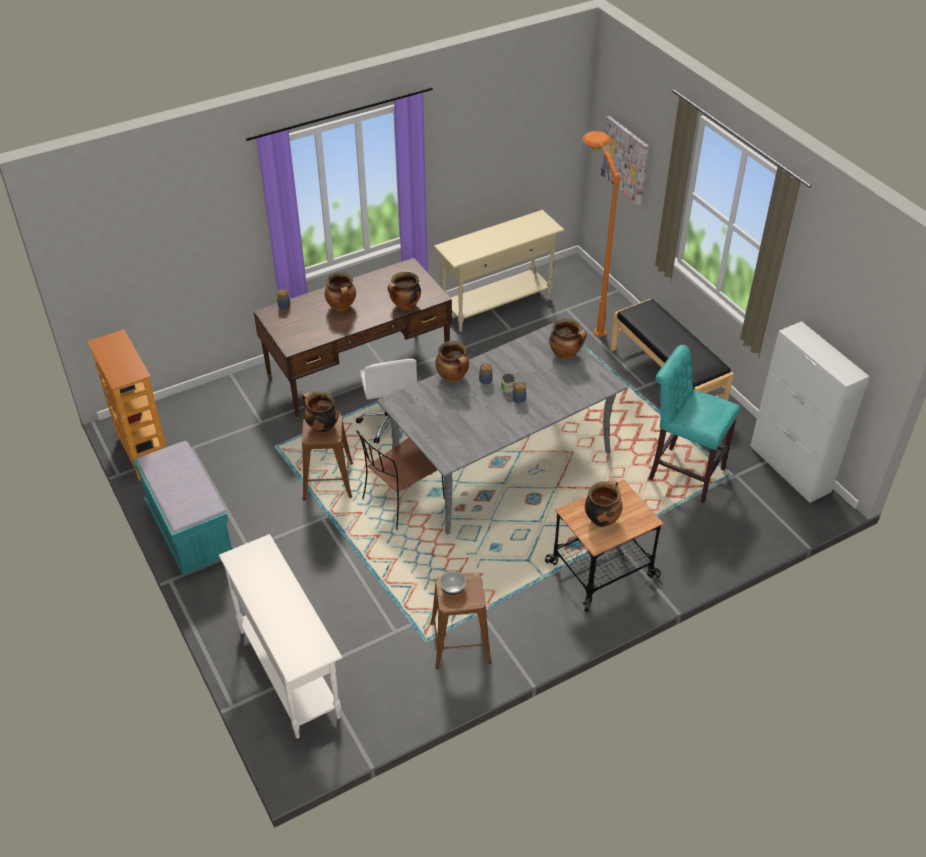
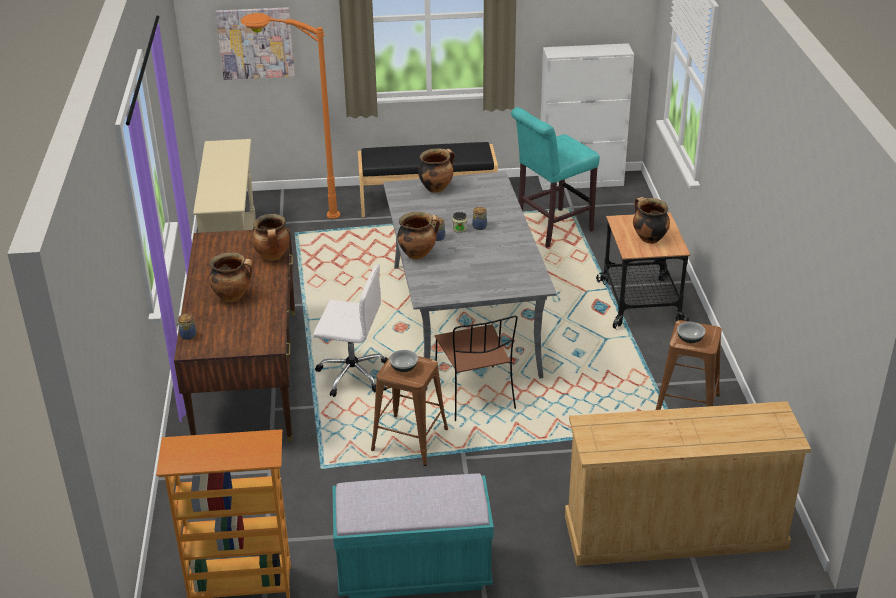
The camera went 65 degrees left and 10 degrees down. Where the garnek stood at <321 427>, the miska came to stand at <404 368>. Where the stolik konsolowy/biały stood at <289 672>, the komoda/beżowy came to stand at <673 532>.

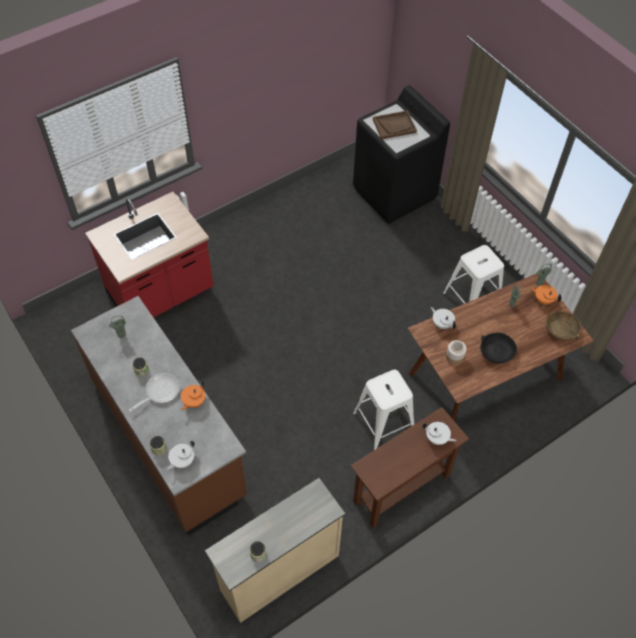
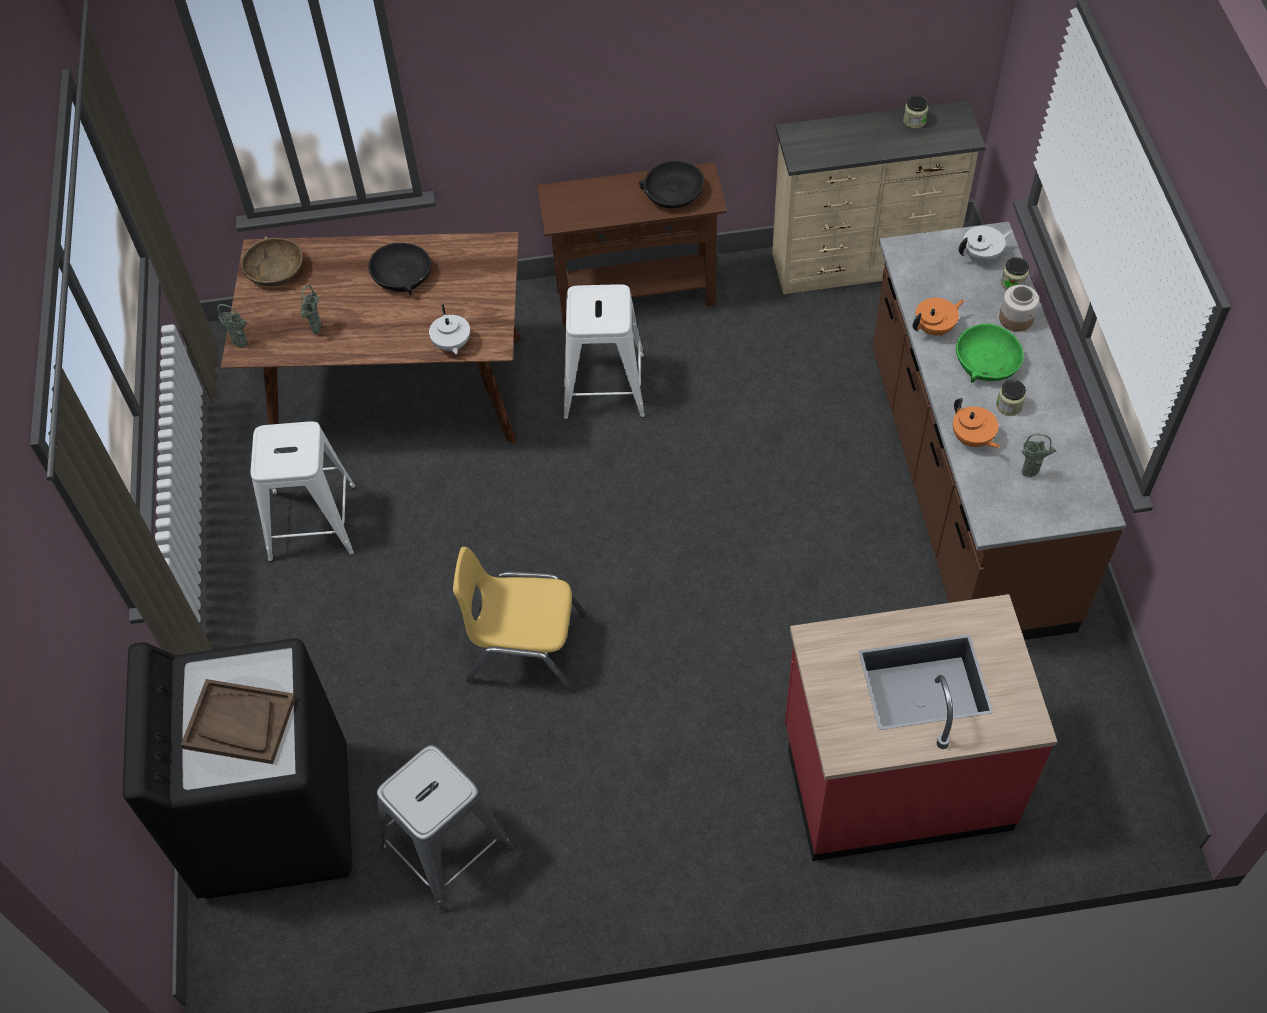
The camera went 150 degrees left and 0 degrees up. The imbryk/pomarańczowy ended up elsewhere, having gone from <543 299> to <972 439>. The słoik ended up elsewhere, having gone from <454 356> to <1016 319>. Where the patelnia stood at <160 392>, the miska/zielony came to stand at <987 362>. The second view lost the imbryk/biały at <437 438>. The second view gained the miska/czarny at <673 193>. The second view gained the krzesło/żółty at <526 648>. The second view gained the stołek/szary at <447 849>.

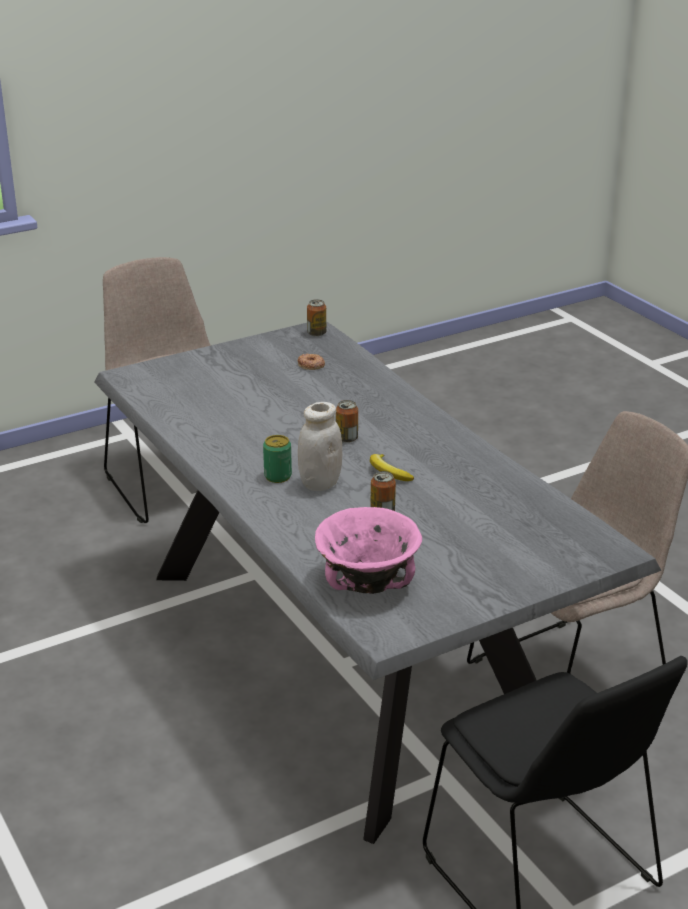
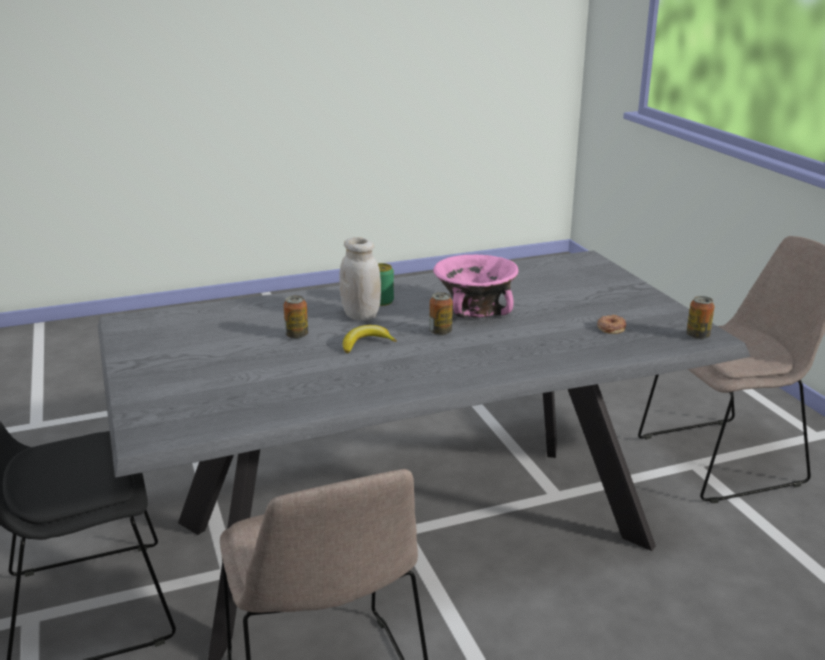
The camera went 100 degrees right and 5 degrees down. The miska/różowy ended up elsewhere, having gone from <367 581> to <475 310>.

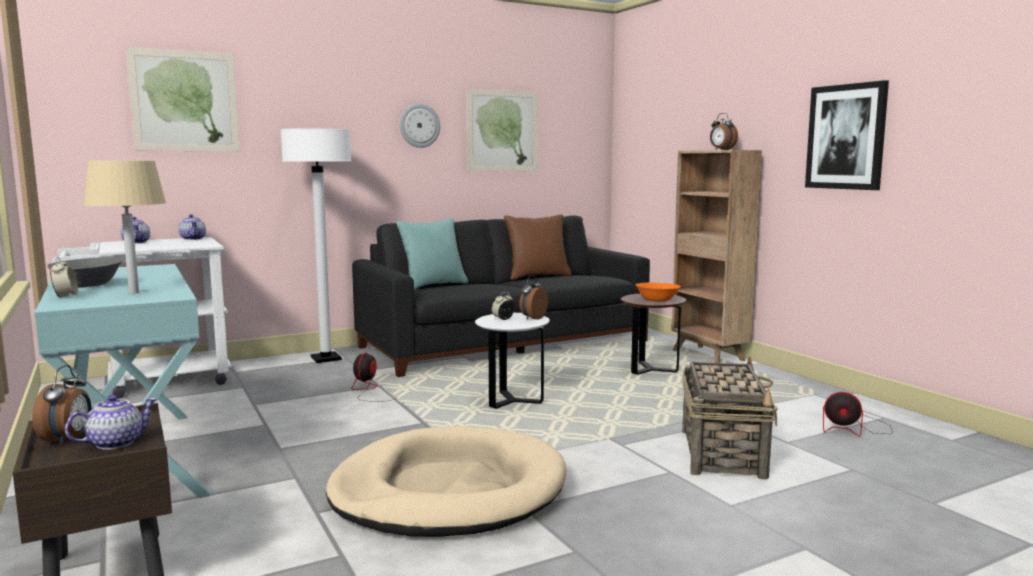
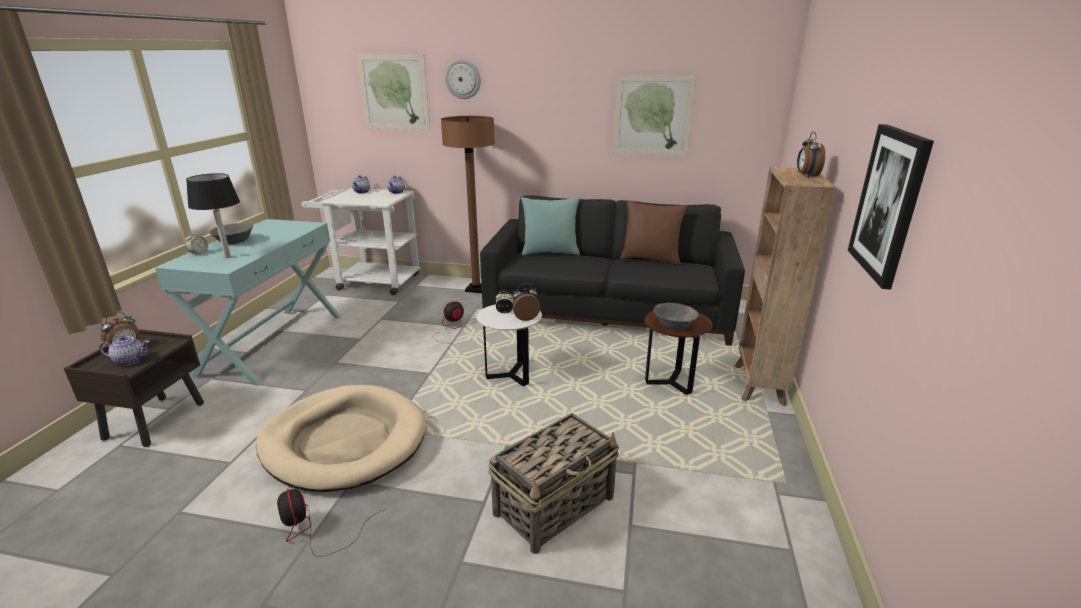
The camera went 40 degrees right and 15 degrees up. The zegar ścienny ended up elsewhere, having gone from <419 125> to <463 79>. What was the lampa stojąca/biały at <326 359> turned into the lampa stojąca/brązowy at <476 289>. What was the lampa stołowa/beżowy at <133 292> turned into the lampa stołowa/czarny at <227 257>. What was the miska/pomarańczowy at <657 301> turned into the miska/szary at <673 325>. The wentylator ended up elsewhere, having gone from <853 429> to <313 530>.

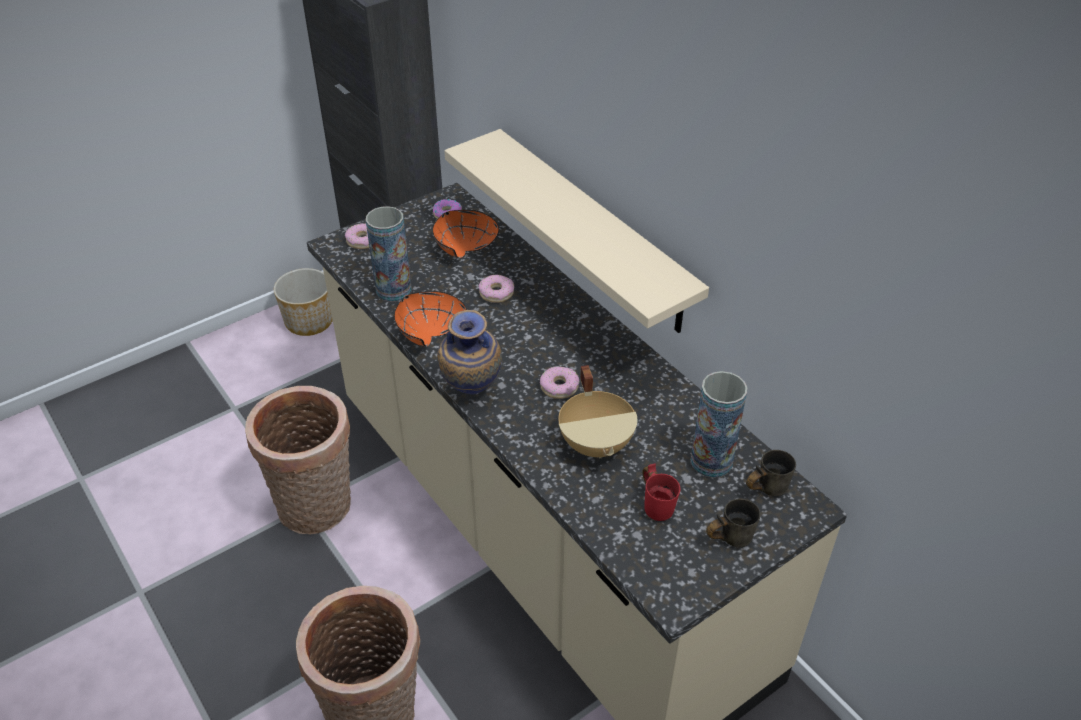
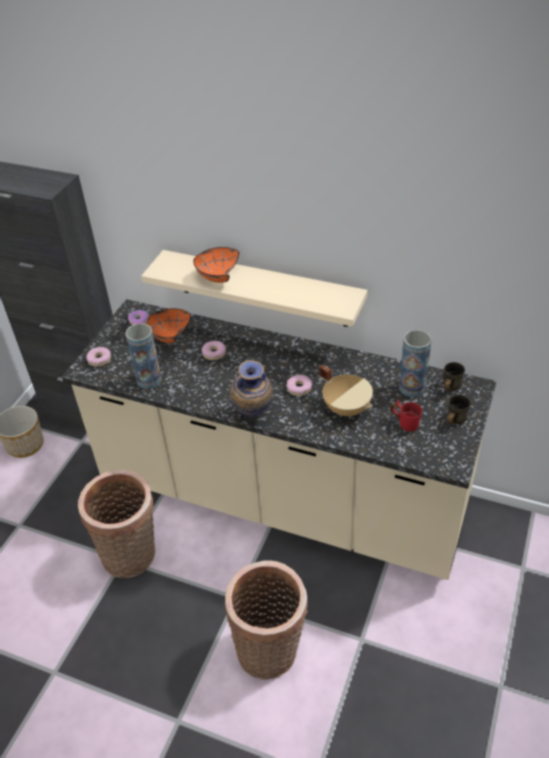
The camera went 30 degrees left and 0 degrees up. The miska/pomarańczowy ended up elsewhere, having gone from <426 333> to <216 277>.

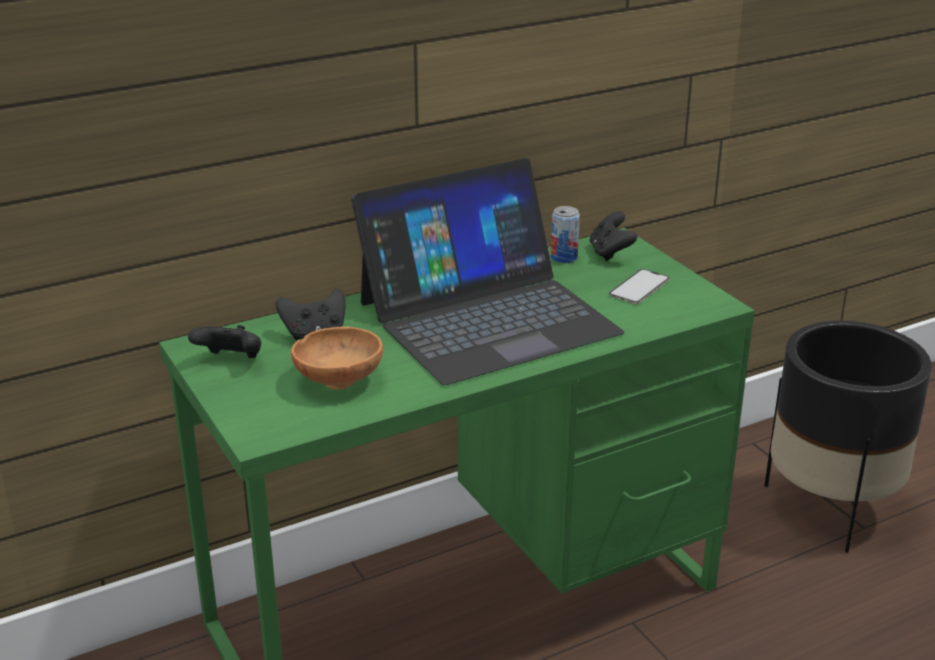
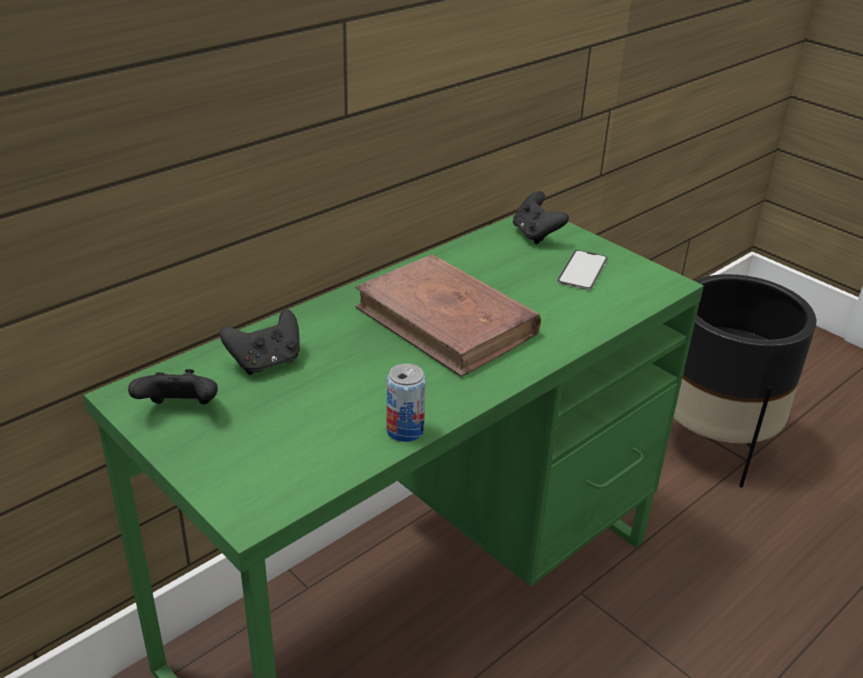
The camera went 15 degrees left and 5 degrees up. Where the laptop stood at <487 317>, the książka/brązowy came to stand at <446 321>. The puszka ended up elsewhere, having gone from <564 258> to <405 430>. The second view lost the miska/brązowy at <339 379>.

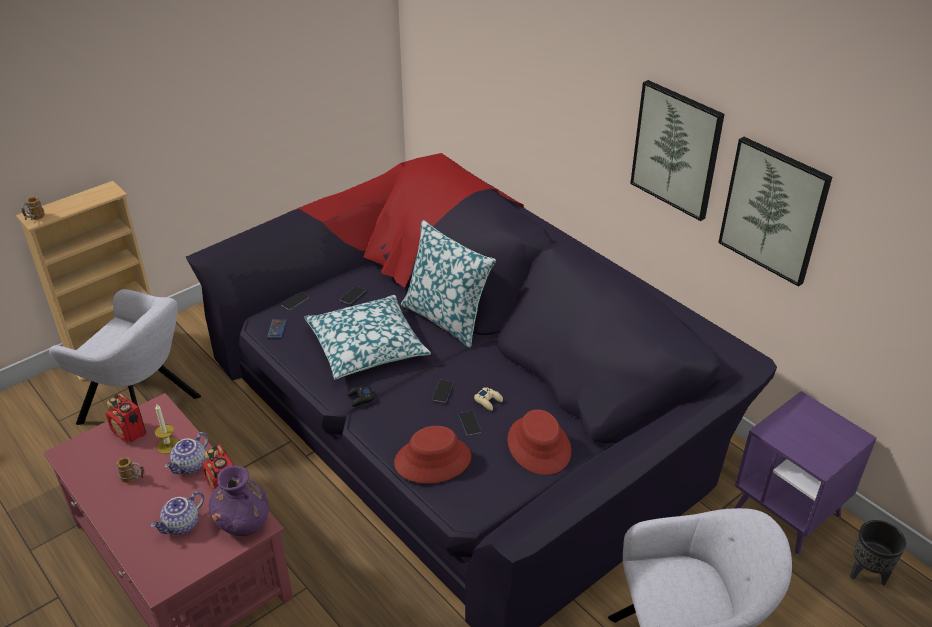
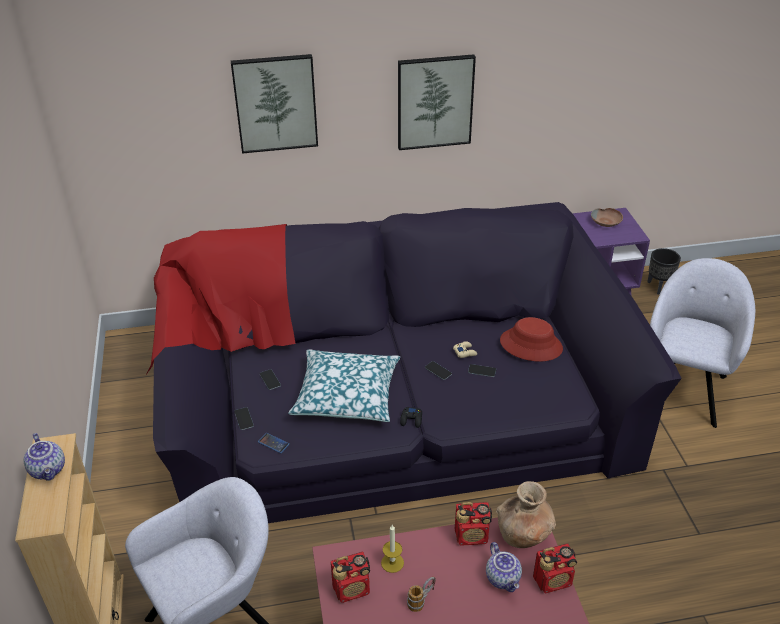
The camera went 60 degrees left and 0 degrees up. The obraz ended up elsewhere, having gone from <774 210> to <275 103>. The second view lost the kubek at <34 219>. The second view lost the poduszka at <446 318>. The second view lost the kapelusz/czerwony at <432 460>. The imbryk ended up elsewhere, having gone from <191 466> to <49 469>. What was the wazon/fioletowy at <243 523> turned into the wazon/brązowy at <524 534>. The second view gained the miska/brązowy at <606 222>. The second view gained the radio at <553 581>.

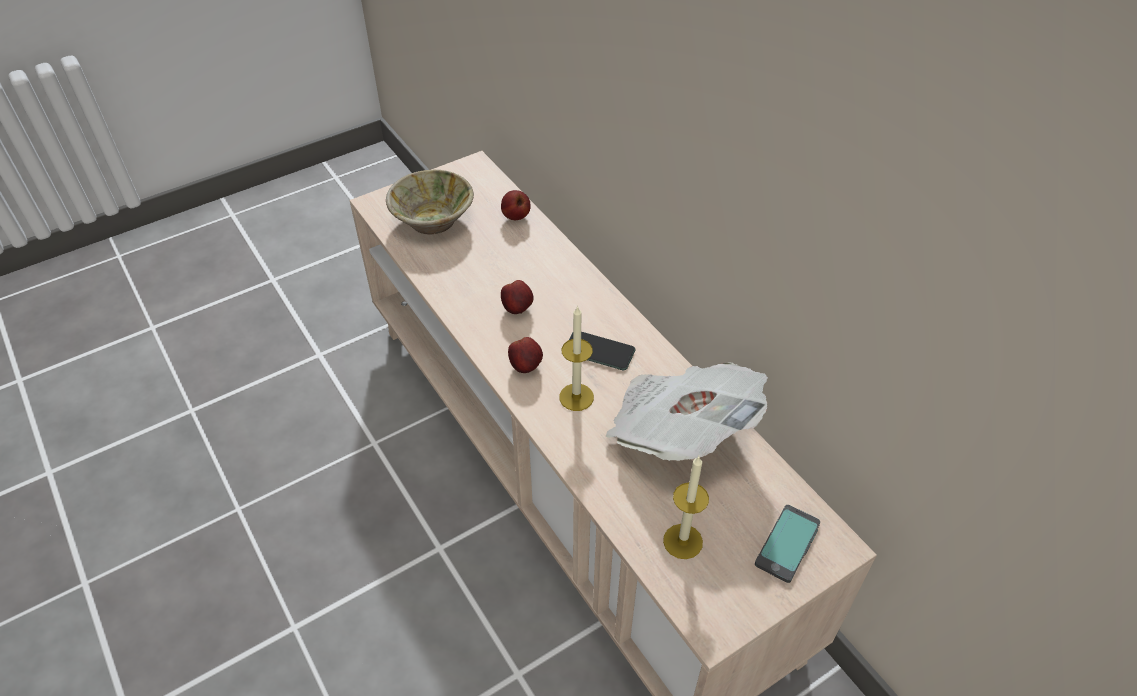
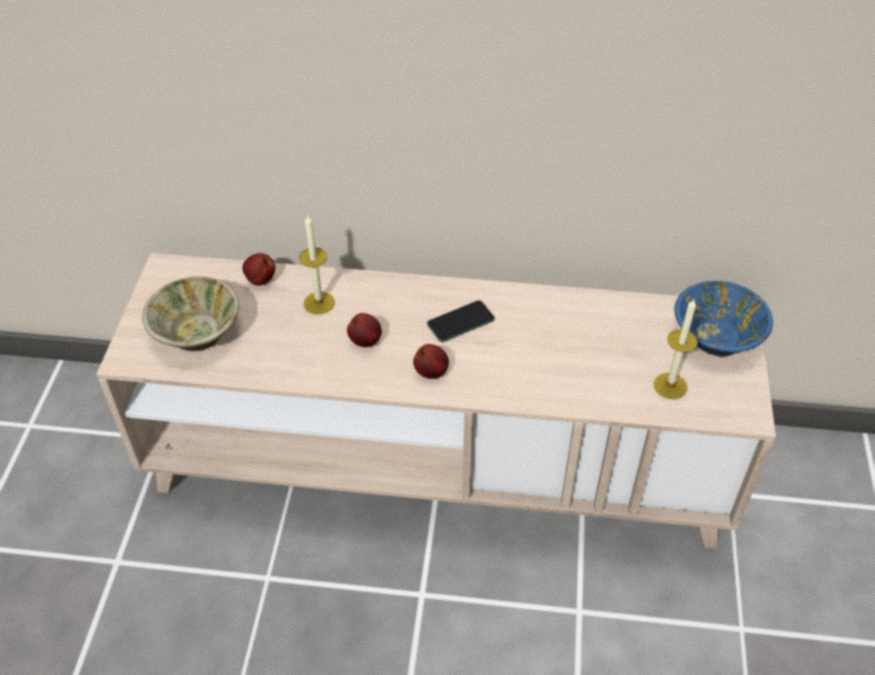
The camera went 50 degrees left and 0 degrees up. The świeca ended up elsewhere, having gone from <576 397> to <319 303>. The second view lost the gazeta at <679 430>. Where the telefon stood at <788 544>, the miska/niebieski came to stand at <716 336>.

